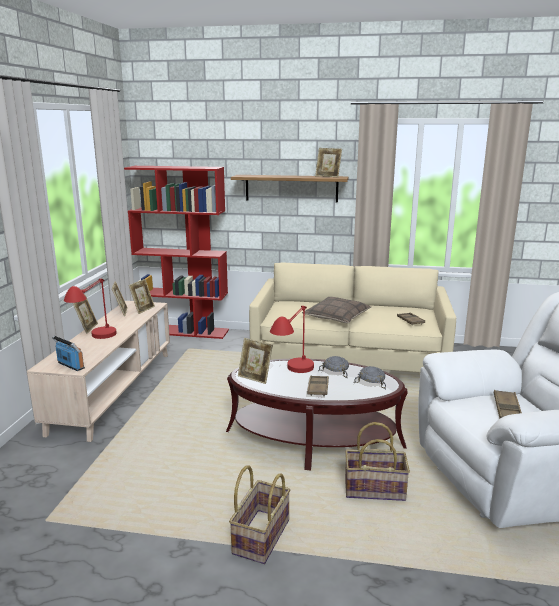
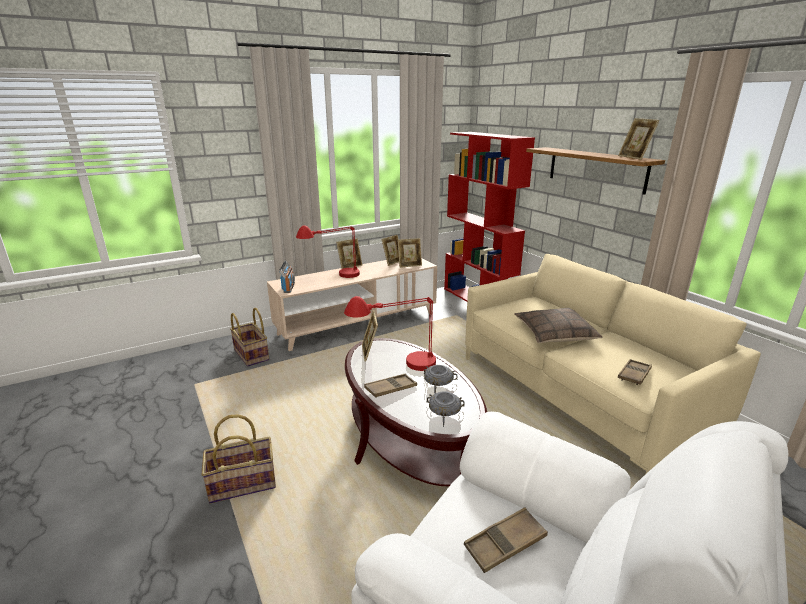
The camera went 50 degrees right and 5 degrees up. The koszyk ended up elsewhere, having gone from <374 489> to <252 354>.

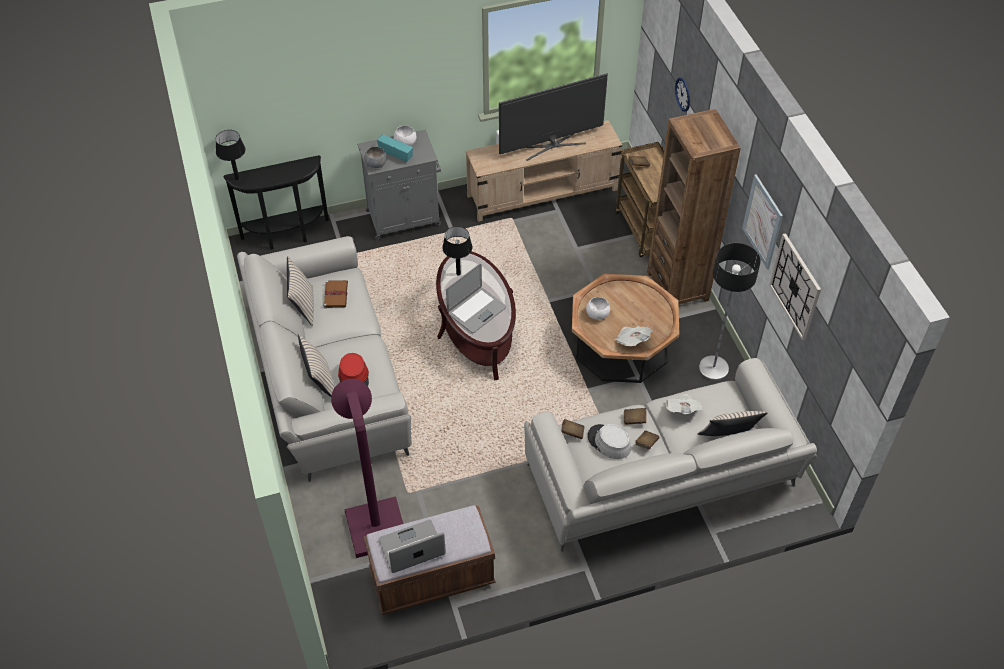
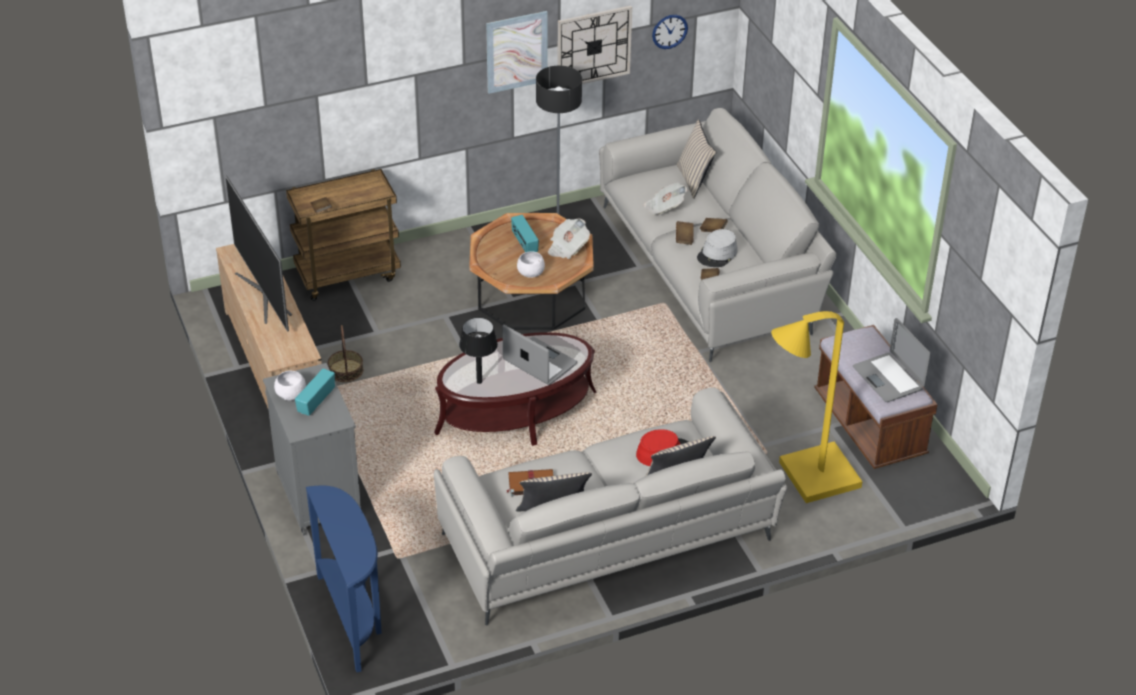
The camera went 95 degrees left and 10 degrees down. The zegar ścienny ended up elsewhere, having gone from <683 94> to <669 31>. The second view lost the regał/brązowy at <678 286>. The second view lost the lampa stołowa/czarny at <237 178>. The second view lost the miska/szary at <376 164>. What was the stolik konsolowy/czarny at <287 236> turned into the stolik konsolowy/niebieski at <353 618>. What was the lampa stojąca/fioletowy at <374 519> turned into the lampa stojąca/żółty at <808 478>. The second view gained the radio at <524 244>. The second view gained the koszyk at <345 370>.

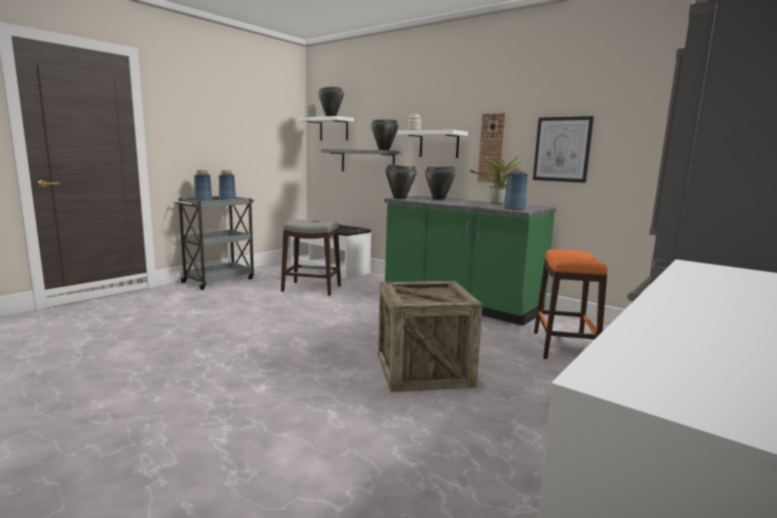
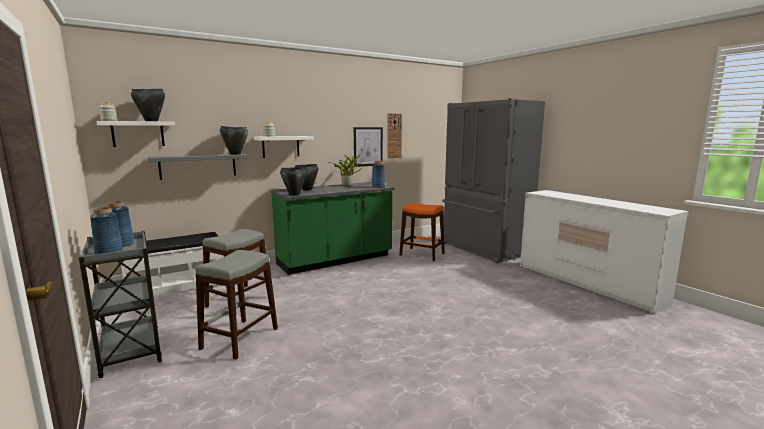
The camera went 70 degrees left and 0 degrees up. The zegar ścienny ended up elsewhere, having gone from <491 148> to <394 136>. The second view lost the skrzynka at <423 370>. The second view gained the stołek/szary at <239 338>.

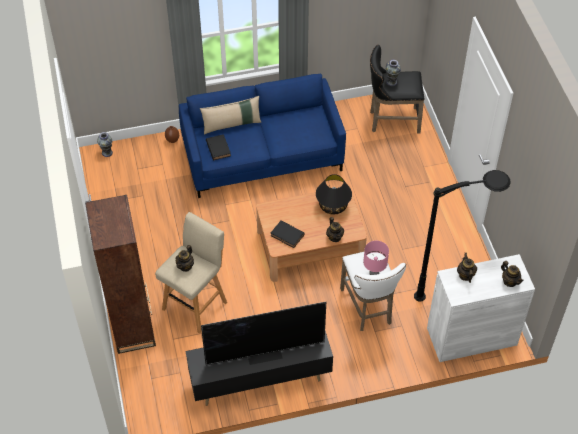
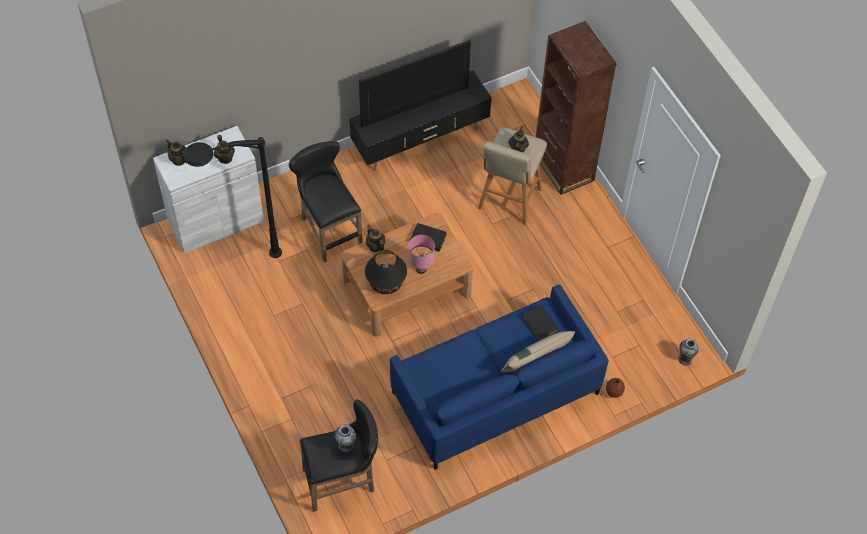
The camera went 165 degrees right and 5 degrees up. The lampa stołowa/różowy ended up elsewhere, having gone from <374 273> to <421 269>. What was the stołek/biały at <368 308> turned into the stołek/czarny at <328 230>.

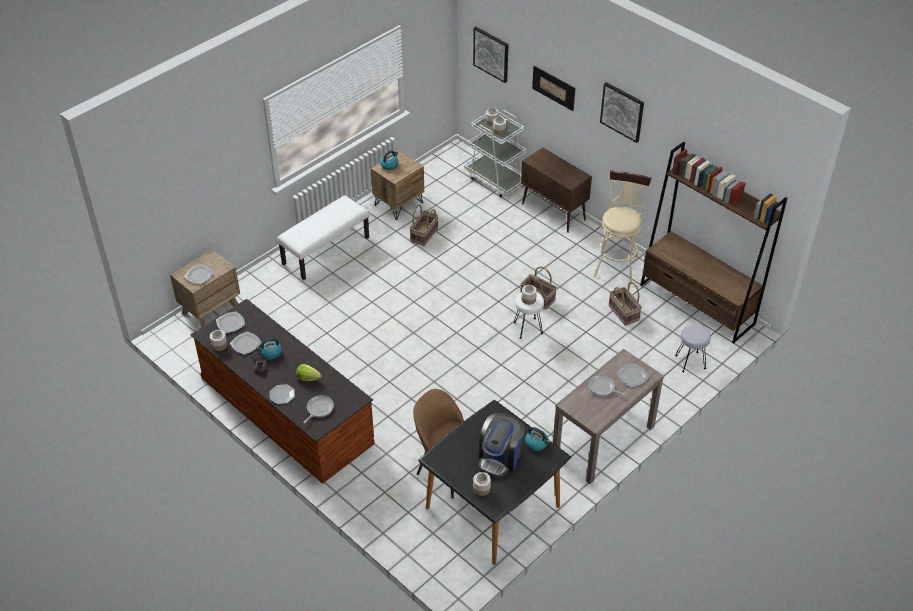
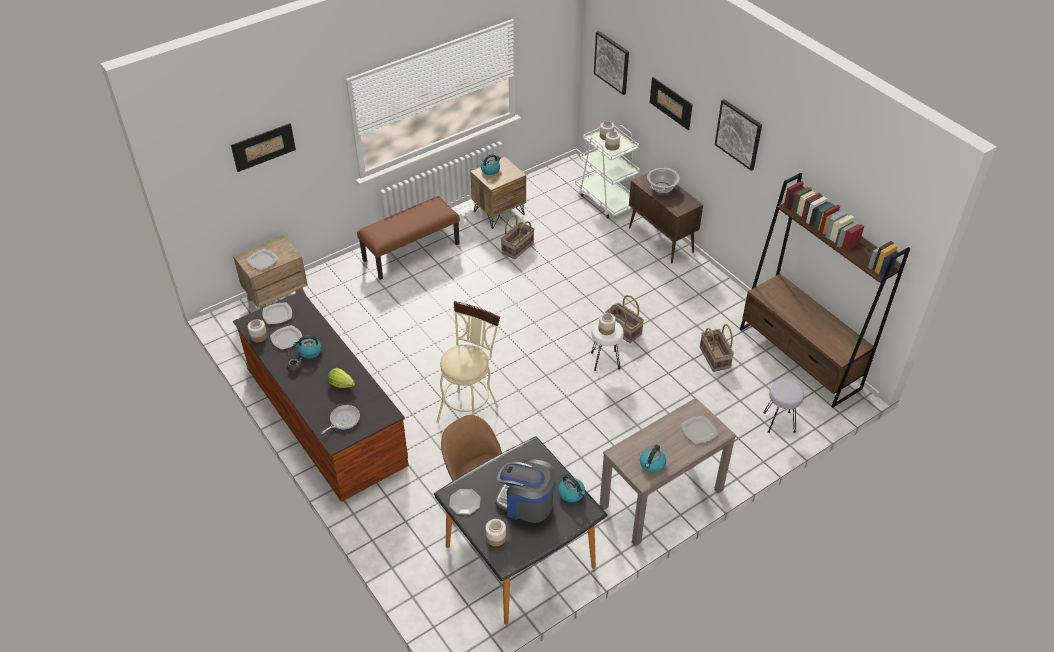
The camera went 10 degrees right and 0 degrees up. The stołek/beżowy ended up elsewhere, having gone from <617 264> to <469 410>. What was the ławka/biały at <326 250> turned into the ławka/brązowy at <411 252>. The second view lost the patelnia at <602 387>. The talerz ended up elsewhere, having gone from <282 395> to <465 502>. The ekspres do kawy at <500 457> ended up facing another way, 75 degrees clockwise from before. The second view gained the obraz at <263 147>. The second view gained the garnek at <662 187>. The second view gained the czajnik at <652 464>.

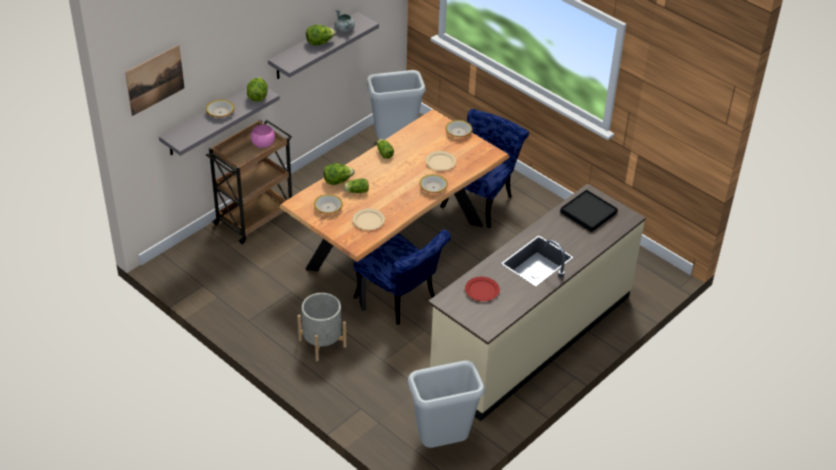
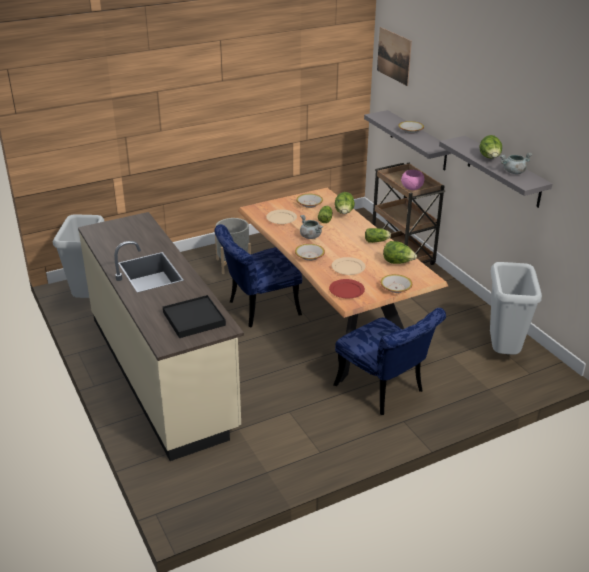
The camera went 110 degrees right and 10 degrees down. The sałata ended up elsewhere, having gone from <257 96> to <397 262>. The talerz/czerwony ended up elsewhere, having gone from <482 290> to <347 290>. The second view gained the garnek/szary at <310 236>.

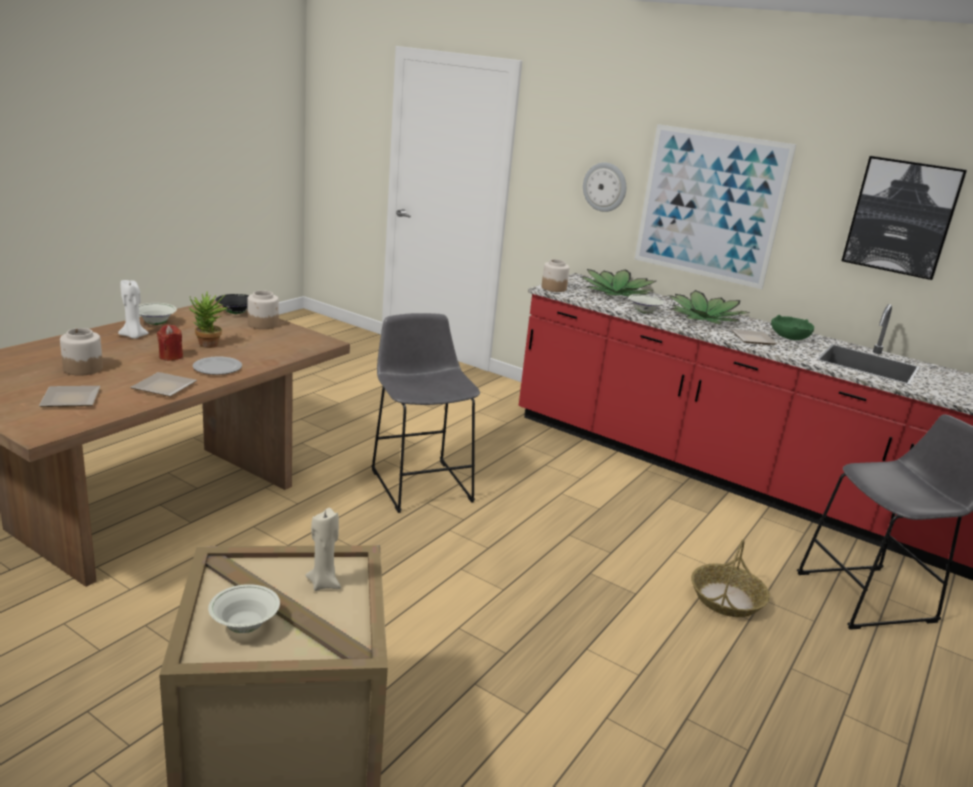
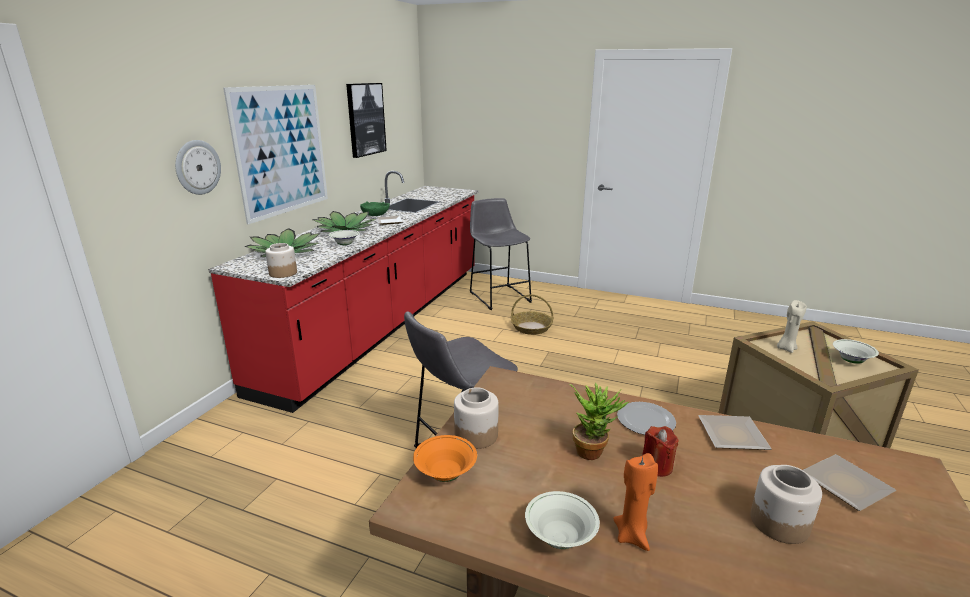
The camera went 100 degrees left and 0 degrees up. What was the świeca/biały at <133 336> turned into the świeca/pomarańczowy at <632 535>. What was the miska/czarny at <236 313> turned into the miska/pomarańczowy at <445 474>.

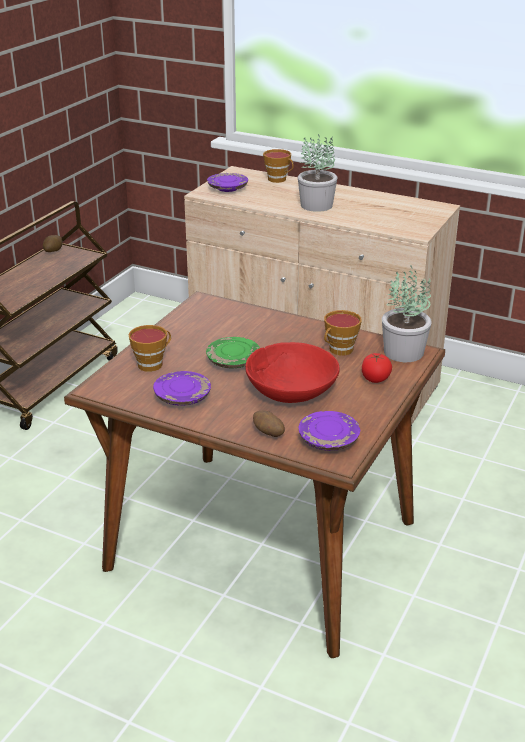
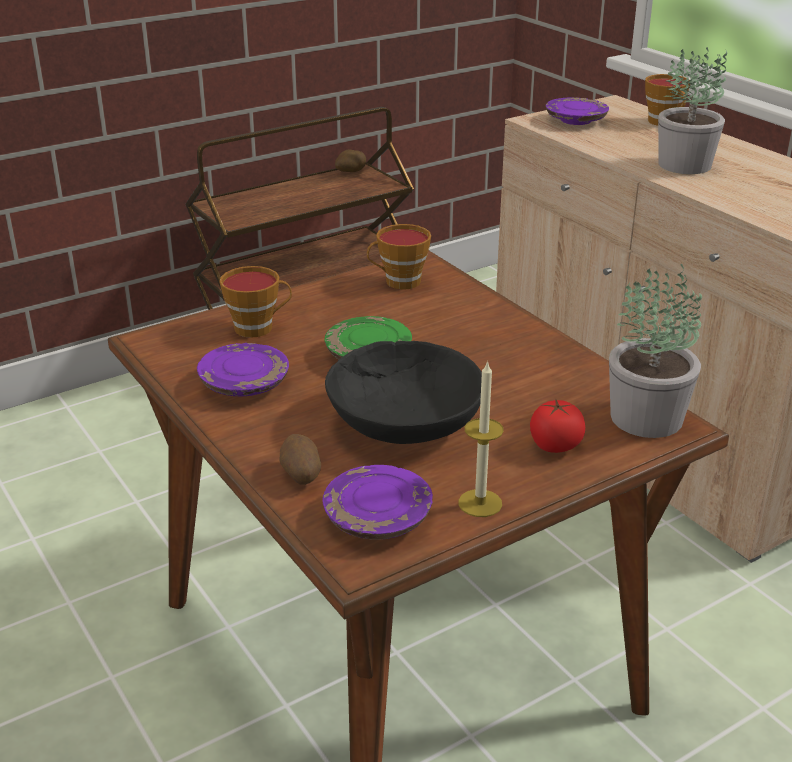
The camera went 30 degrees right and 0 degrees up. The filiżanka ended up elsewhere, having gone from <339 350> to <398 282>. What was the miska/czerwony at <291 391> turned into the miska/czarny at <404 422>. The second view gained the świeca at <480 503>.

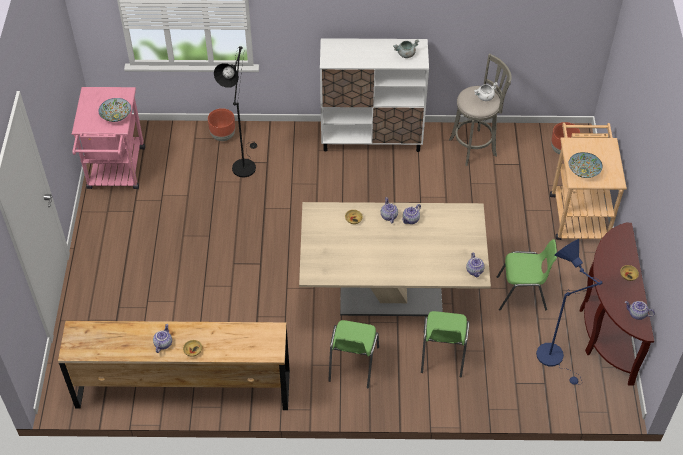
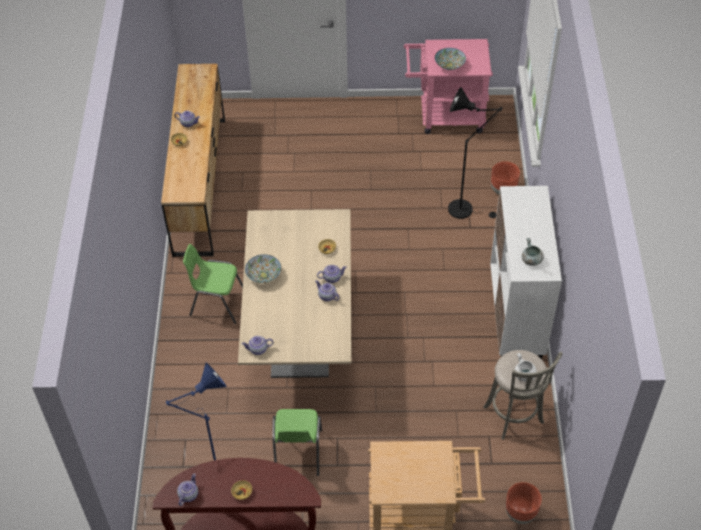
The camera went 90 degrees right and 0 degrees up. The miska ended up elsewhere, having gone from <583 171> to <264 275>. The second view lost the krzesło/zielony at <442 355>.

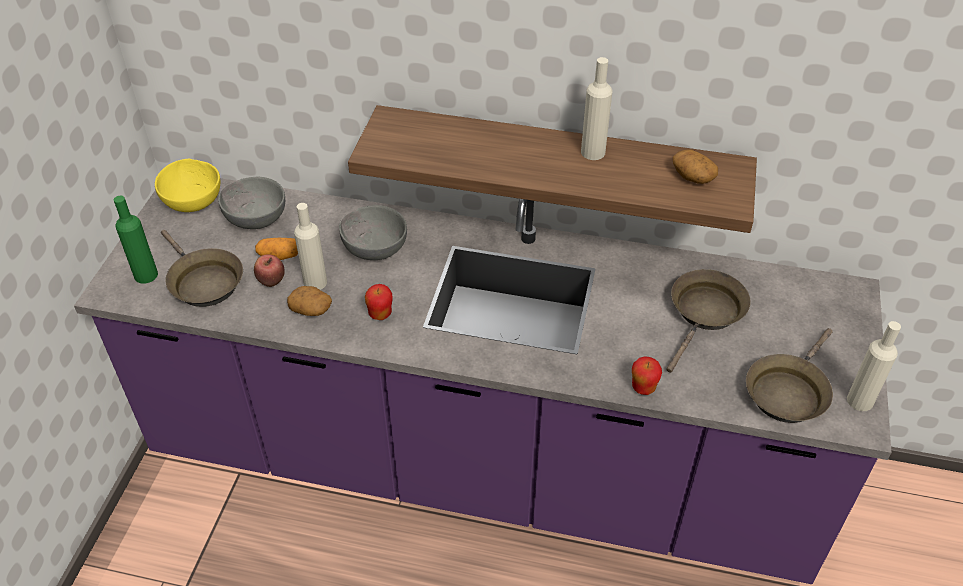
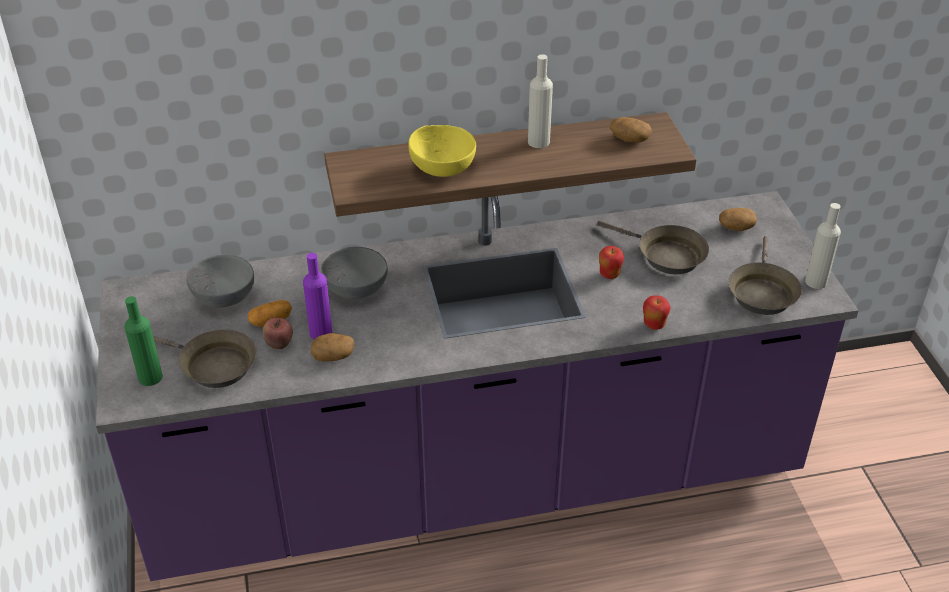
The camera went 25 degrees left and 5 degrees down. The miska/żółty ended up elsewhere, having gone from <194 201> to <442 167>. What was the butelka/beżowy at <315 282> turned into the butelka/fioletowy at <320 332>. The patelnia/brązowy at <705 314> ended up facing another way, 120 degrees clockwise from before. The jabłko ended up elsewhere, having gone from <380 314> to <609 275>. The second view gained the ziemniak at <736 227>.

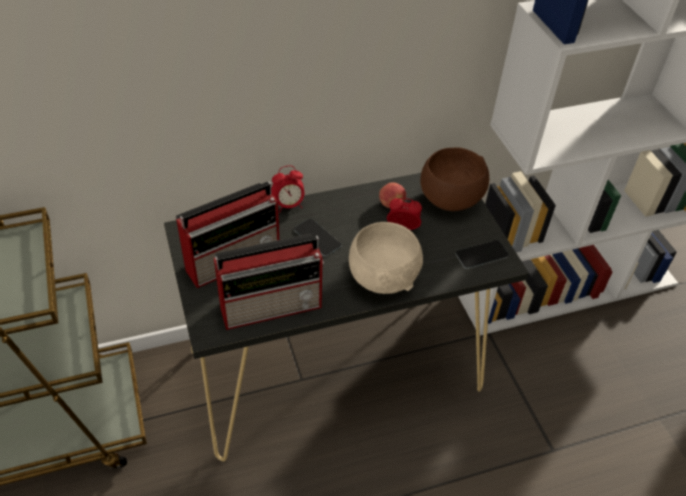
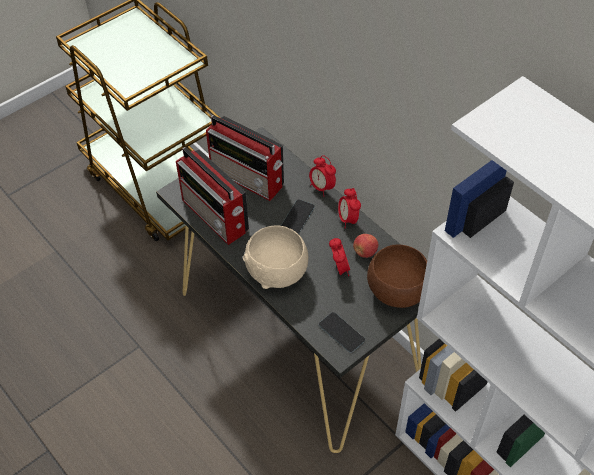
The camera went 70 degrees right and 5 degrees up. The second view gained the budzik at <348 219>.

